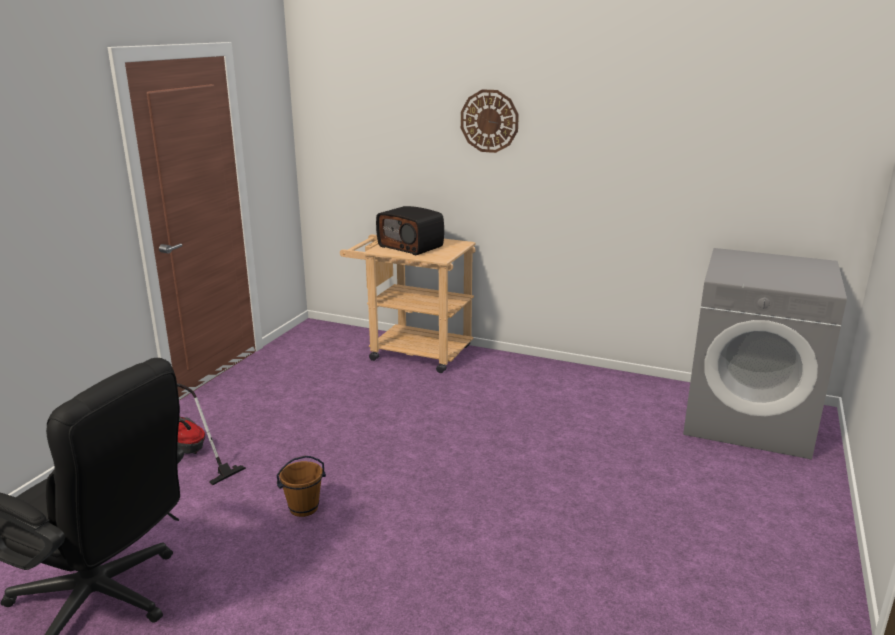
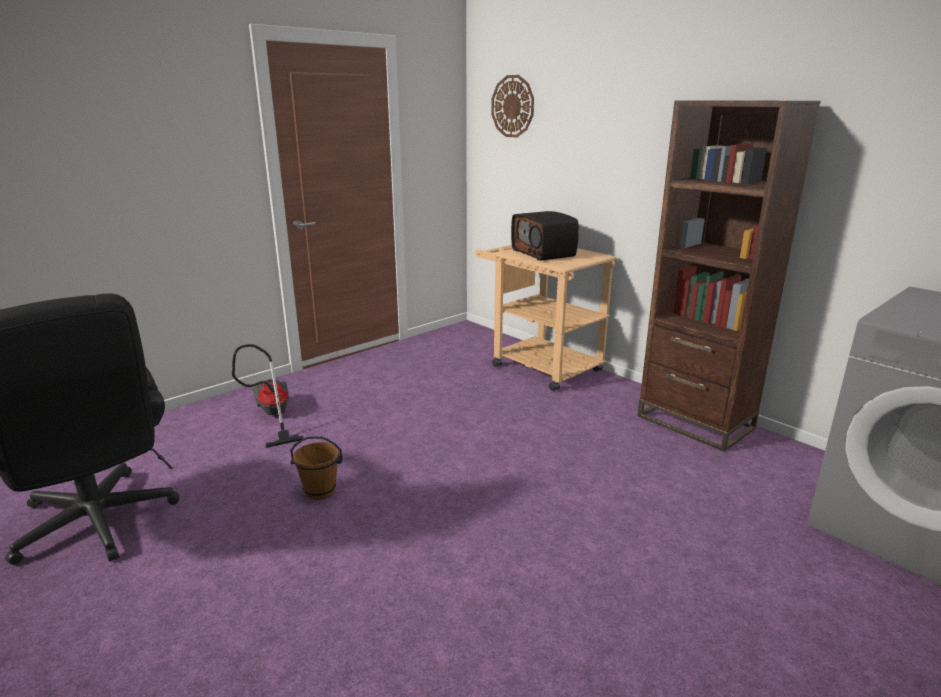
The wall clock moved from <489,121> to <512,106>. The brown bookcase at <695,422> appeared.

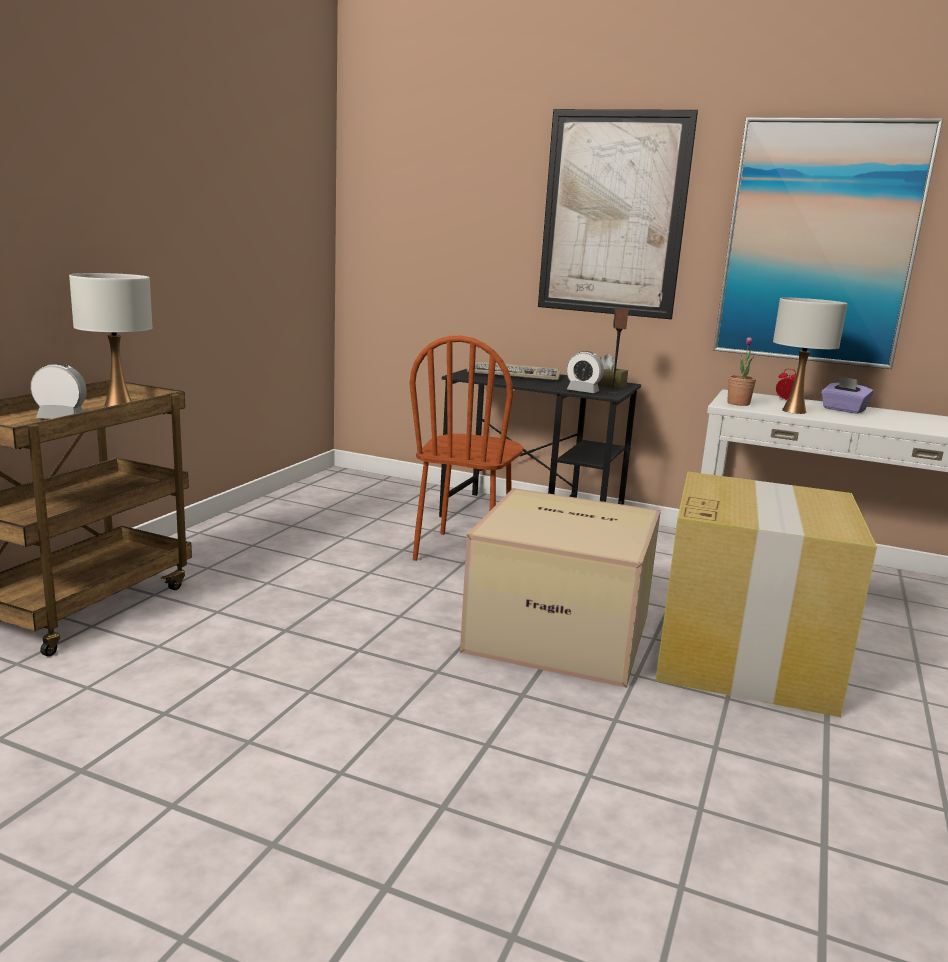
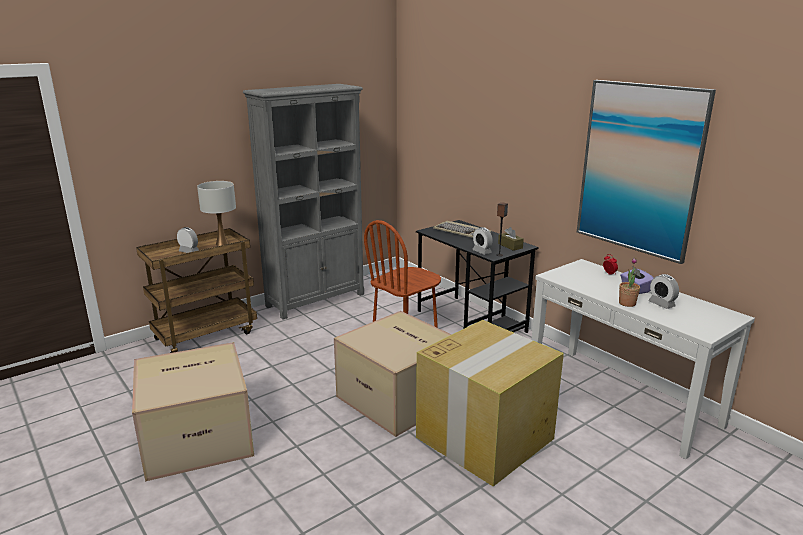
The picture at <613,214> disappeared. The white table lamp at <794,411> disappeared. The potted plant moved from <738,403> to <627,303>. The grey bookcase at <316,300> appeared. The alarm clock at <661,304> appeared. The cardboard box at <199,436> appeared.

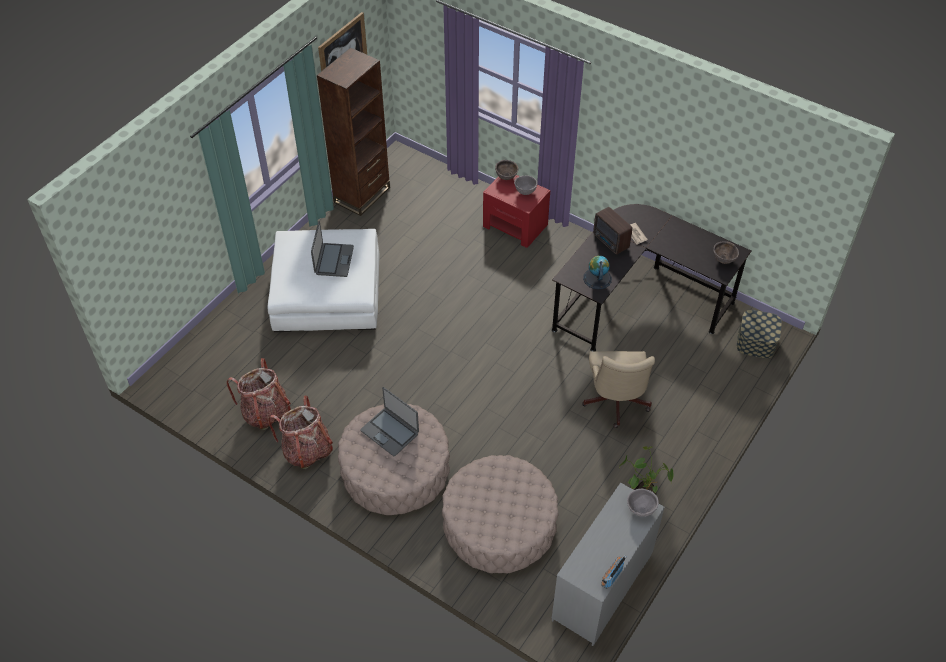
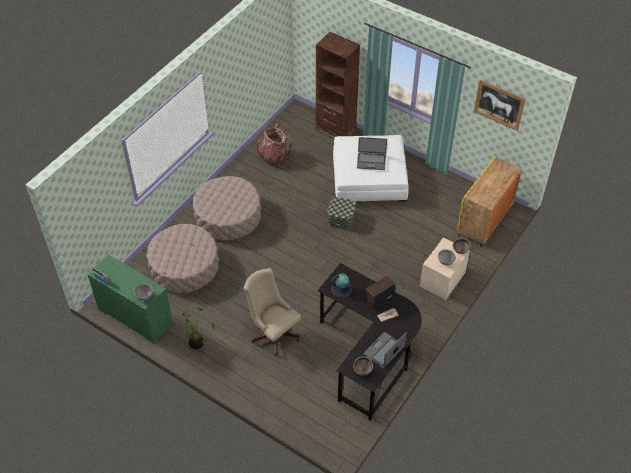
The brown bookcase moved from <362,195> to <335,129>. The red nightstand at <515,225> became the beige nightstand at <442,279>. The storage box moved from <756,342> to <341,218>. The beige office chair at <615,404> turned 45 degrees clockwise. The laptop moved from <390,432> to <384,351>. The backpack at <307,450> disappeared. The grey dresser at <603,588> became the green dresser at <135,317>. The yellow cabinet at <484,221> appeared.

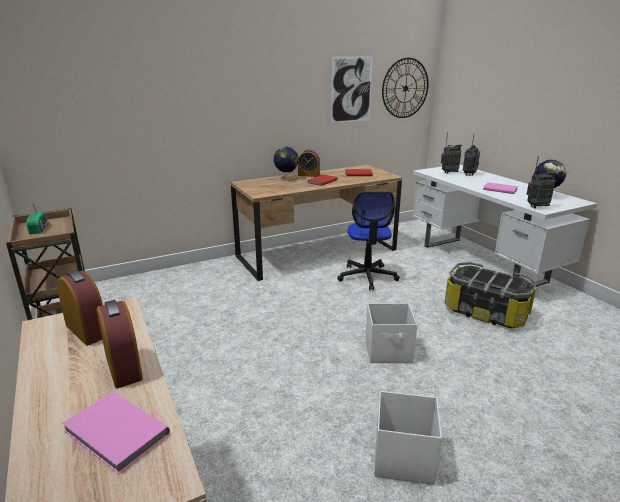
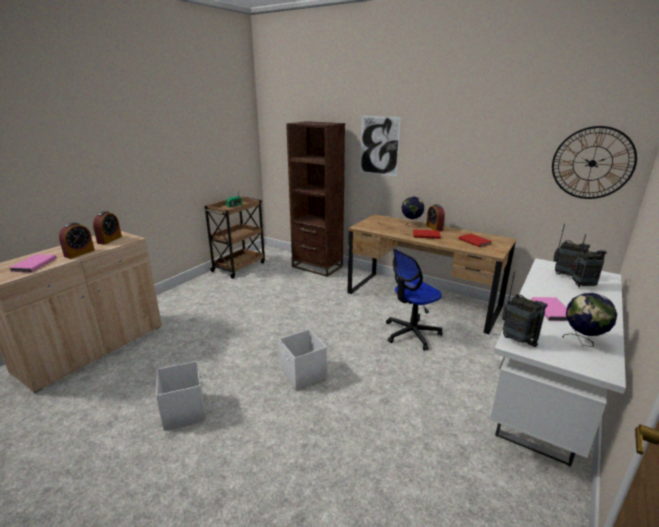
The picture moved from <351,89> to <379,146>. The storage box at <486,312> disappeared. The brown bookcase at <317,266> appeared.

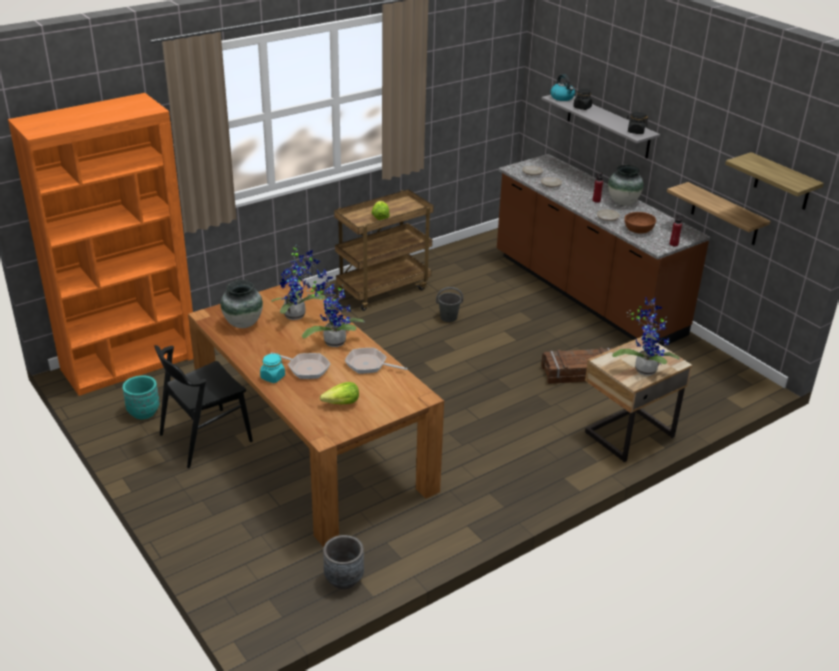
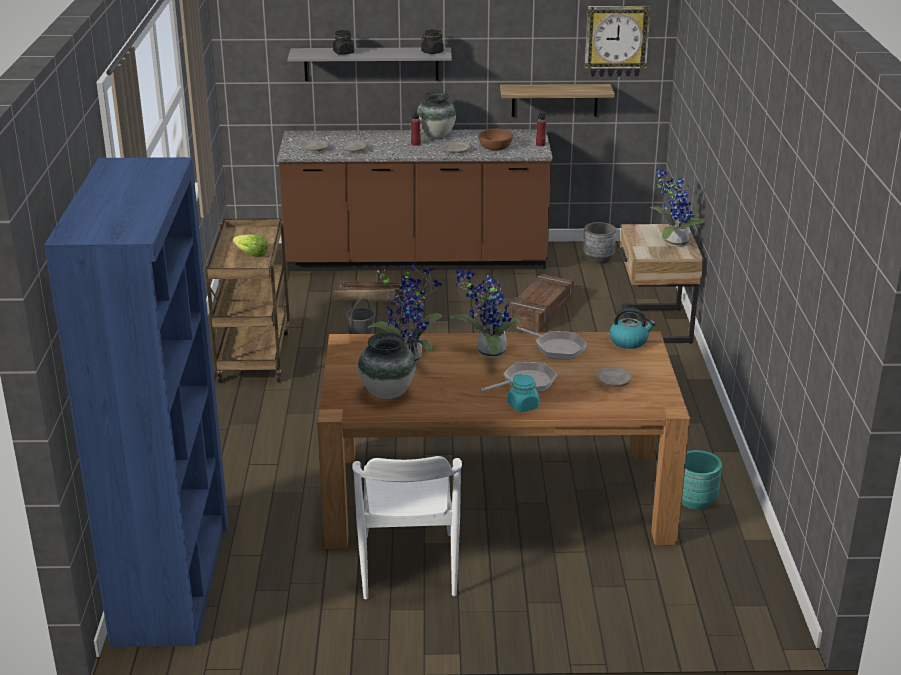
The kettle moved from <562,97> to <629,341>. The orange bookcase at <130,363> became the blue bookcase at <173,579>. The shelf at <782,182> was replaced by the wall clock at <616,40>. The black chair at <205,438> became the white chair at <408,566>. The frying pan at <369,365> turned 105 degrees counterclockwise. The turquoise planter moved from <143,412> to <695,500>. The lettuce at <341,403> was replaced by the beige plate at <614,382>. The grey planter moved from <344,579> to <598,259>. The crate at <370,297> appeared.

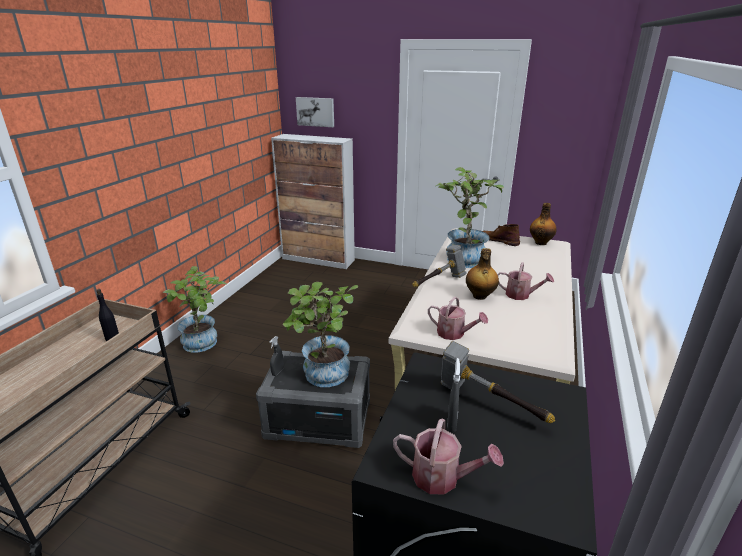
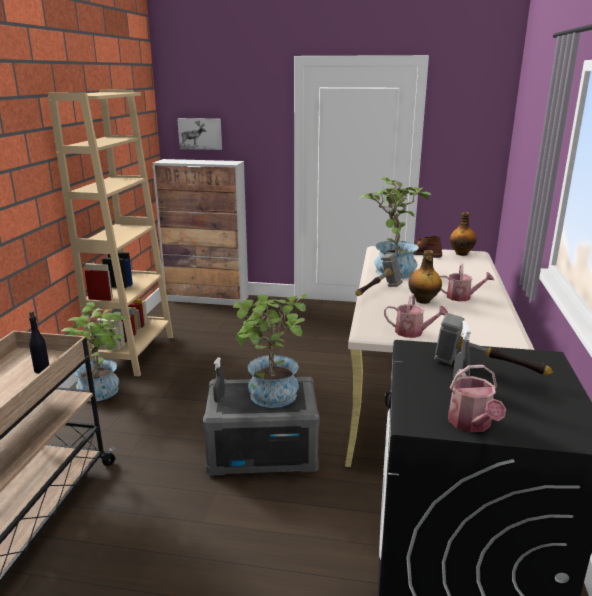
The watering can at <442,477> turned 75 degrees clockwise. The beige bookcase at <134,353> appeared.

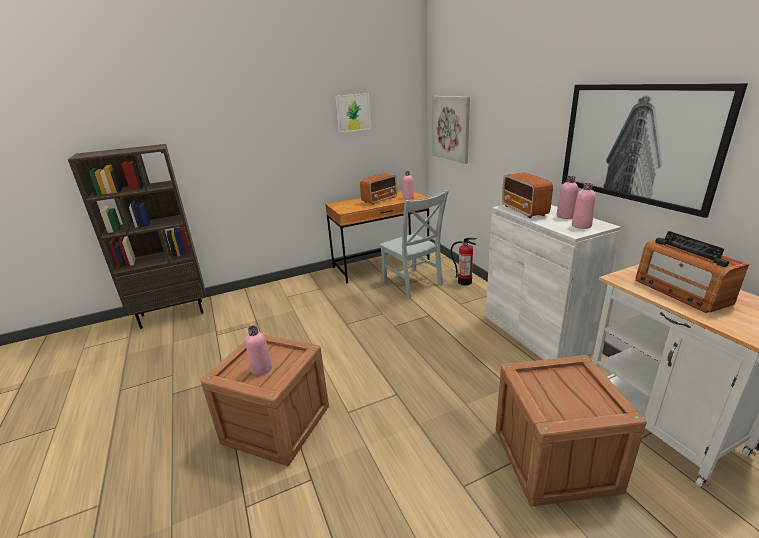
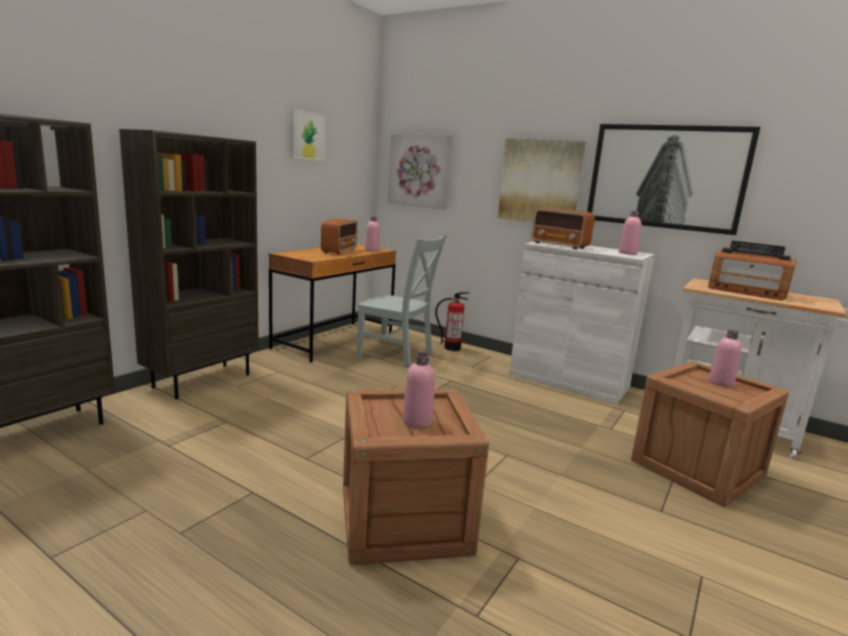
The pink bottle moved from <565,216> to <721,382>. The brown bookcase at <202,380> appeared. The picture at <540,181> appeared.

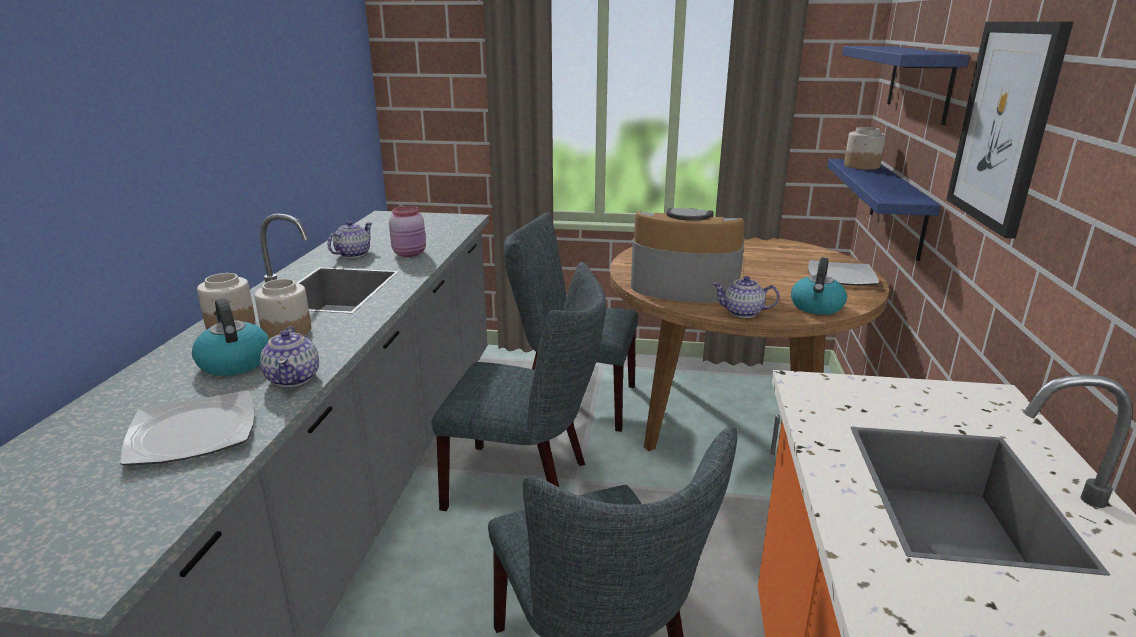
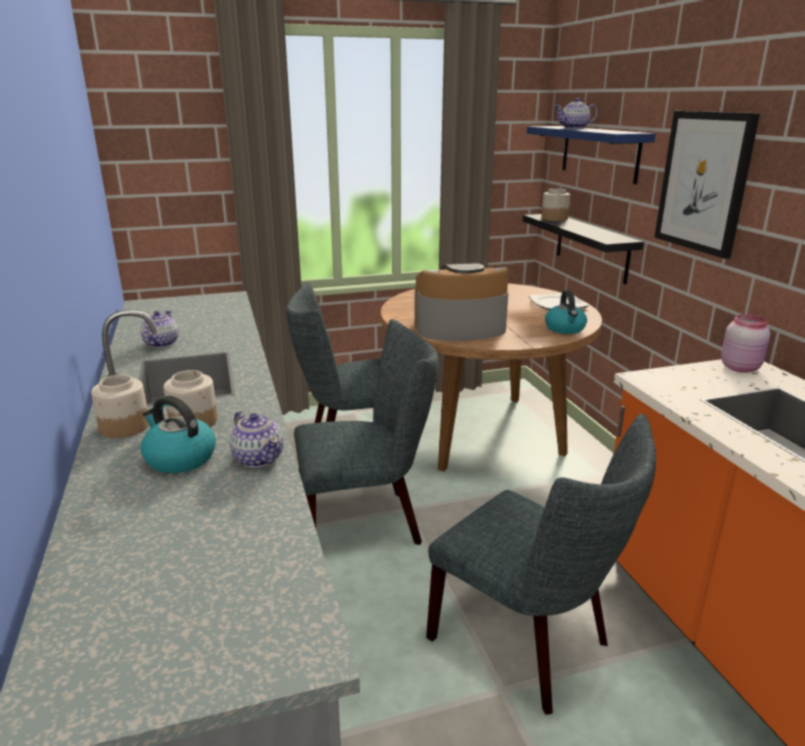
The blue shelf at <898,207> became the black shelf at <591,247>. The pink jar moved from <410,253> to <740,367>. The teapot moved from <743,313> to <574,128>. The plate at <194,432> disappeared.

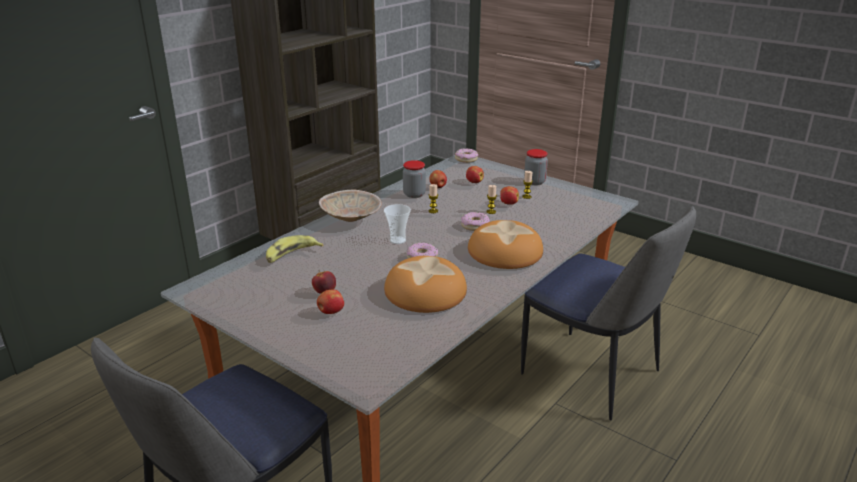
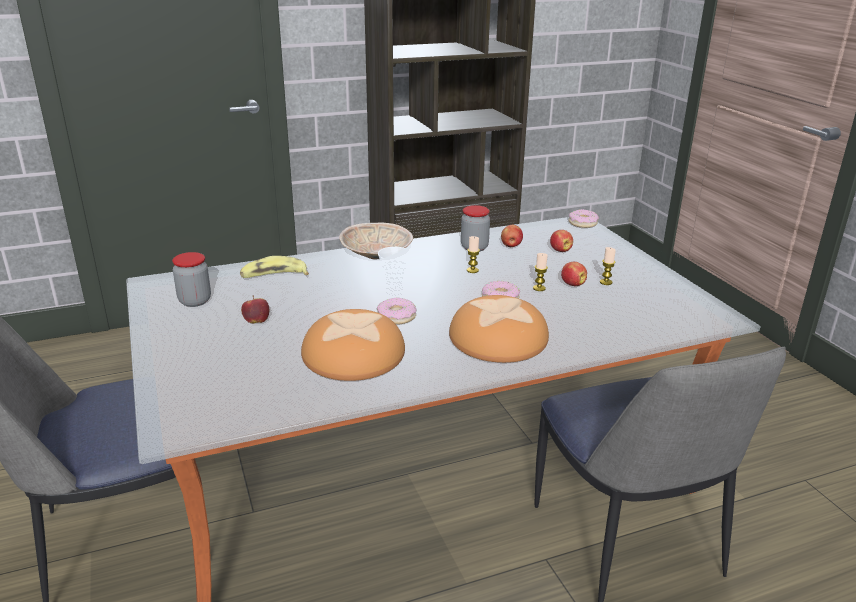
The jar moved from <534,182> to <195,301>. The apple at <330,312> disappeared.

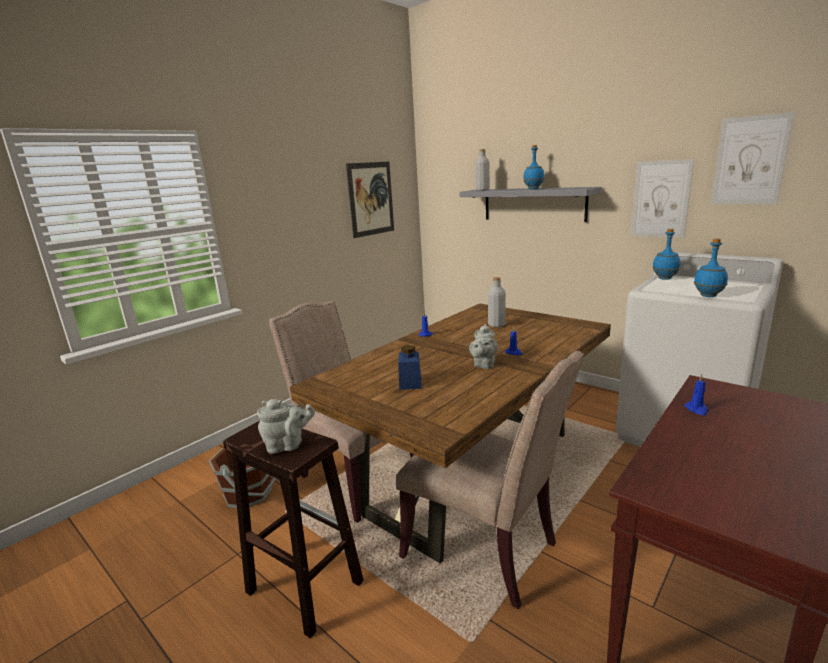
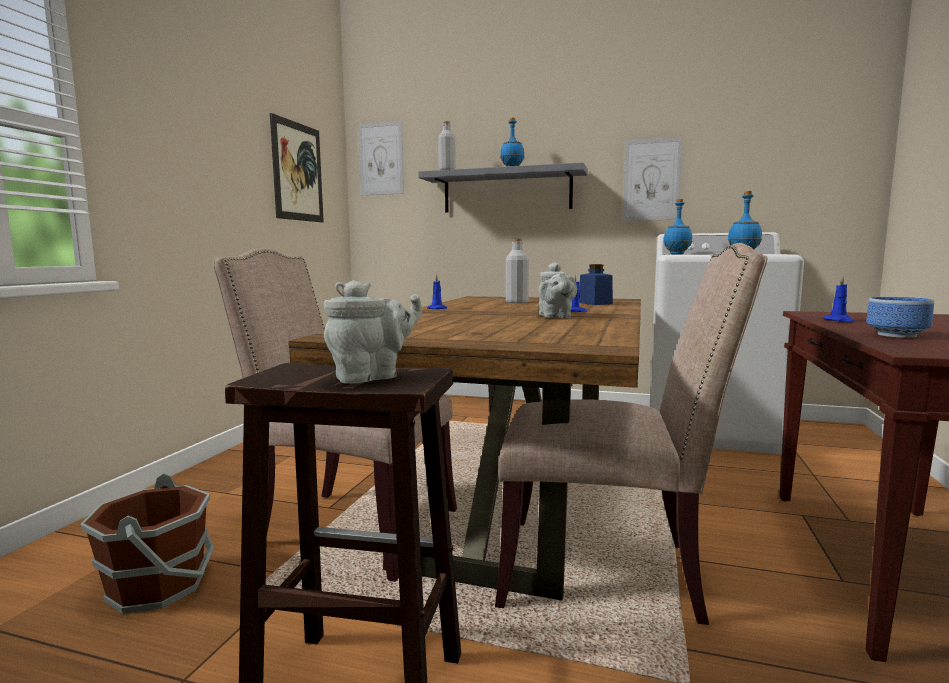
The picture moved from <750,160> to <381,159>. The blue jar moved from <410,383> to <595,303>. The bowl at <899,335> appeared.

